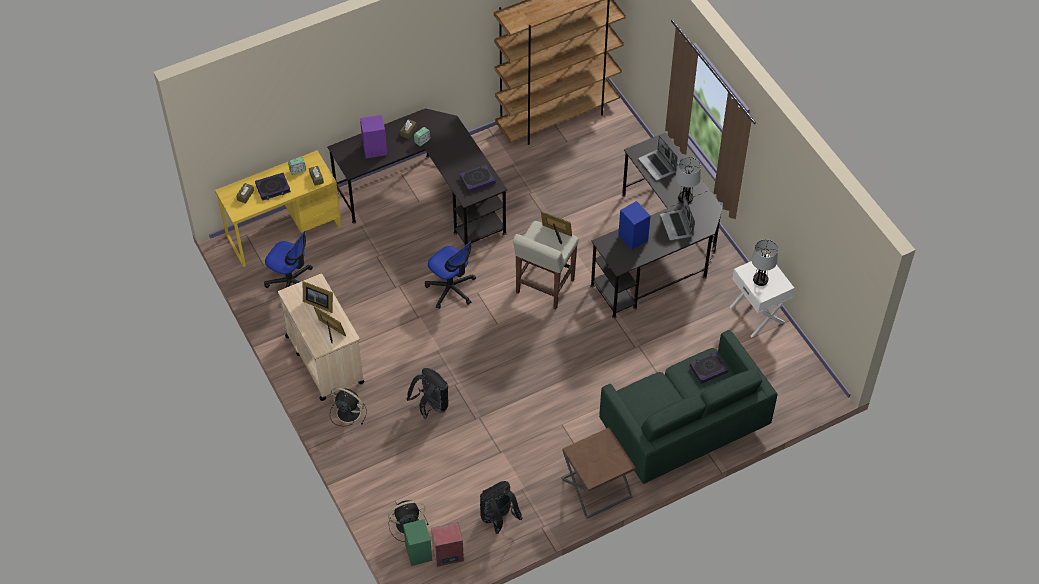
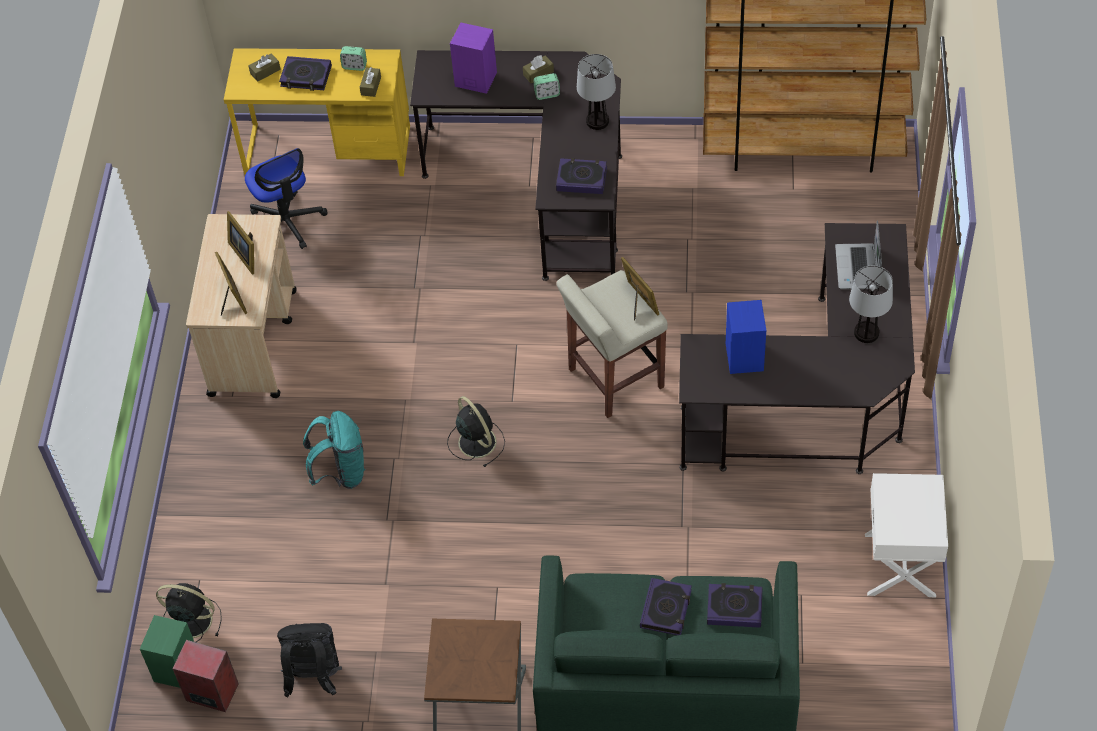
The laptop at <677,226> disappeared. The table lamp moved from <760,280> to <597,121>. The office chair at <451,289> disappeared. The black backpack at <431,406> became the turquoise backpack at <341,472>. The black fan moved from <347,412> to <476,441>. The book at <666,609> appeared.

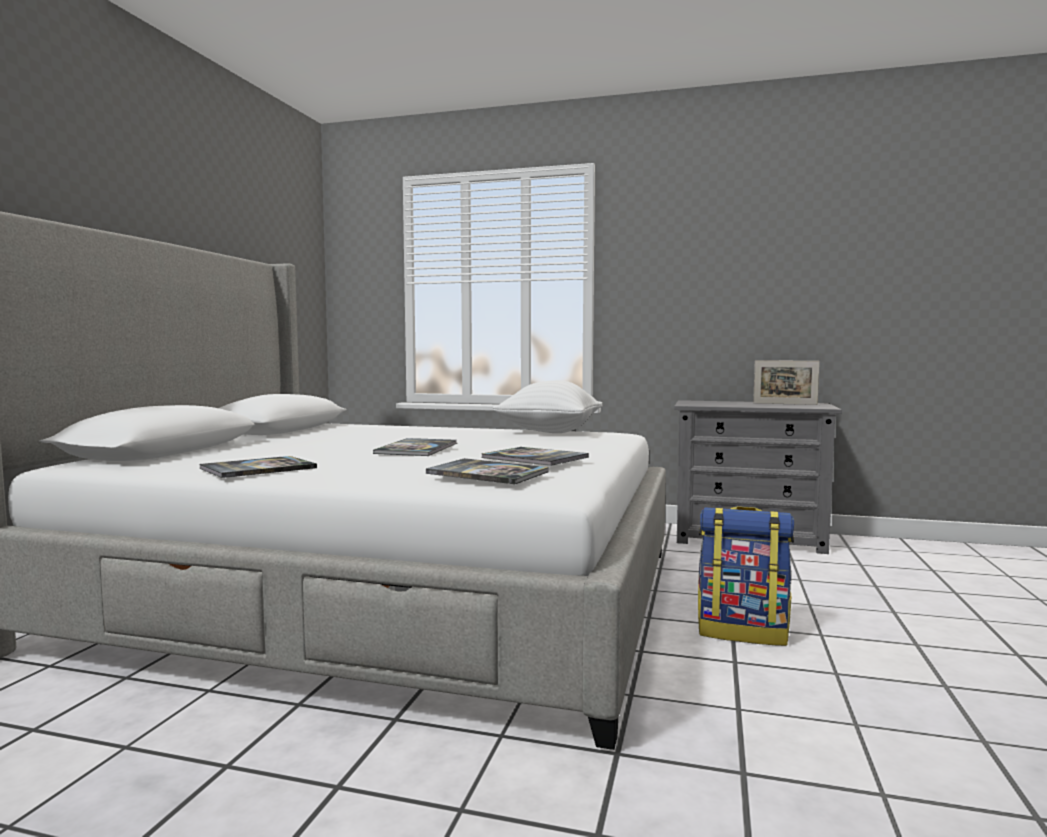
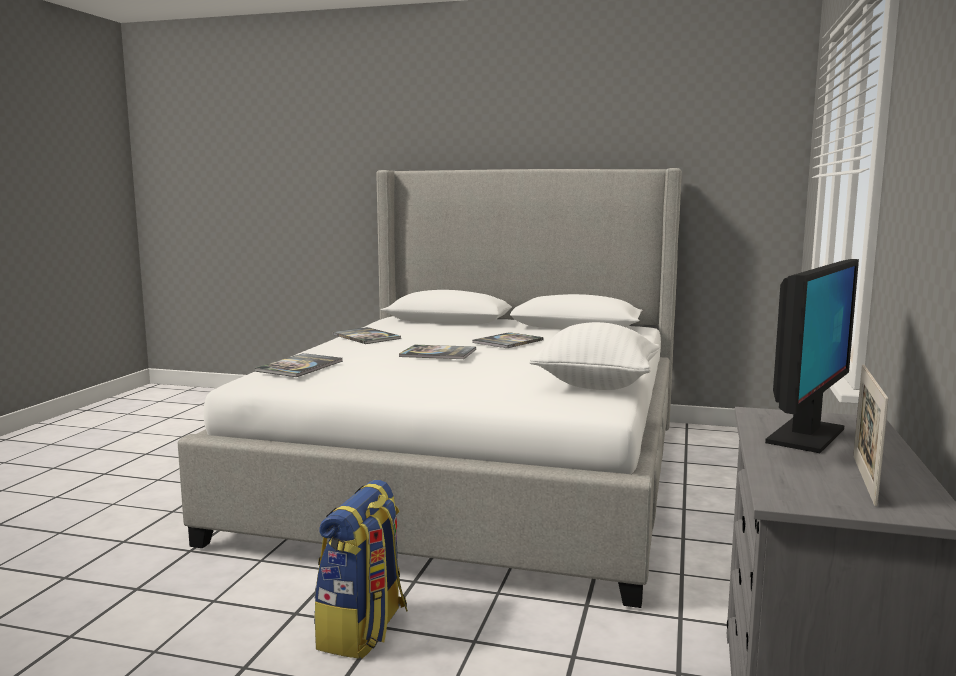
The book moved from <534,458> to <508,342>. The monitor at <805,436> appeared.

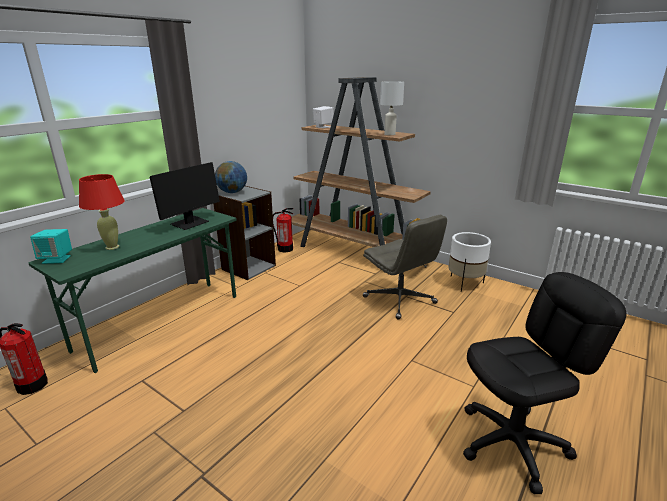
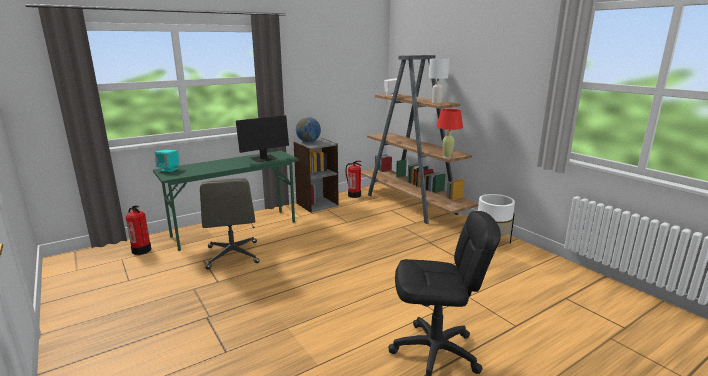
The red table lamp moved from <112,247> to <447,157>. The grey office chair moved from <400,300> to <233,255>.

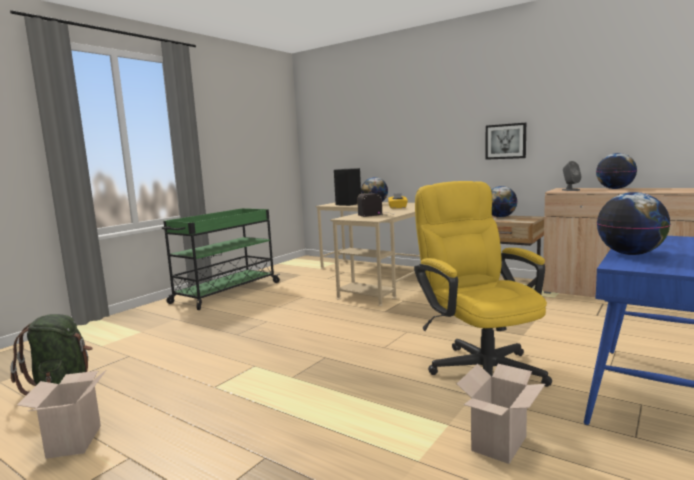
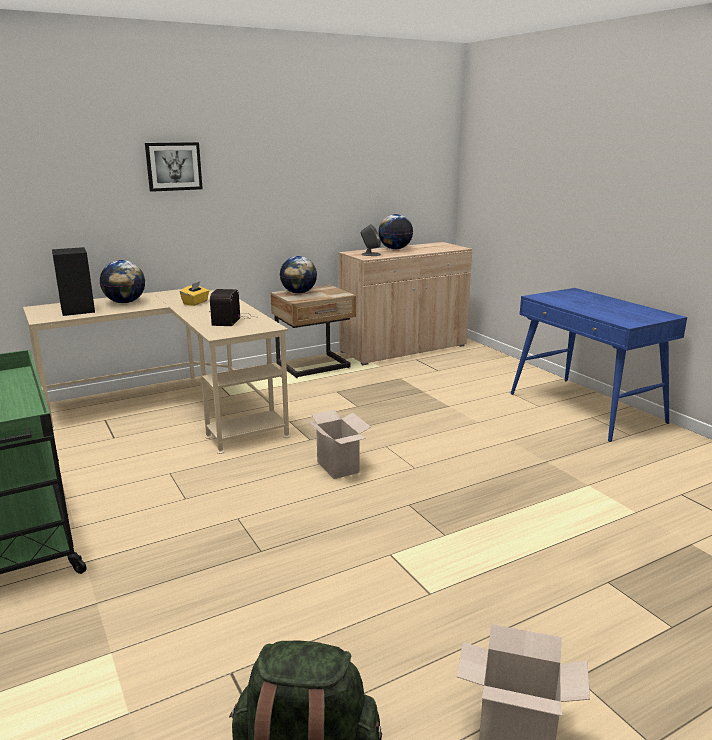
The picture moved from <505,141> to <173,166>. The yellow office chair at <480,365> disappeared. The globe at <631,254> disappeared. The cardboard box moved from <500,445> to <339,467>.

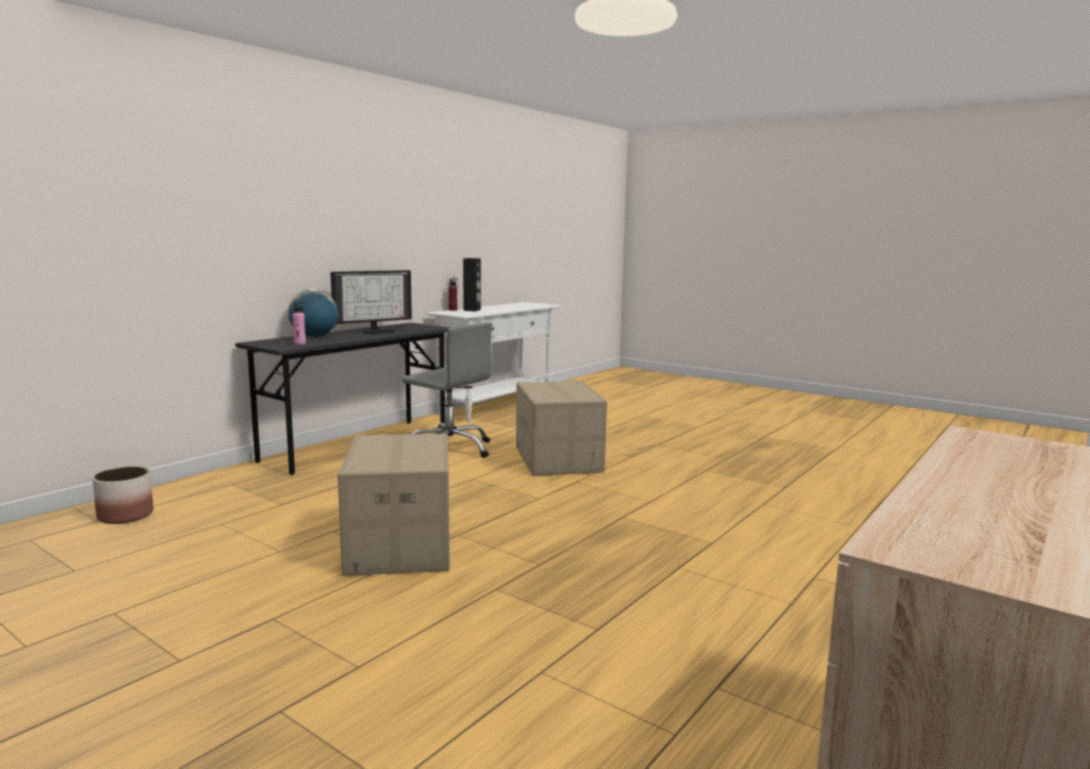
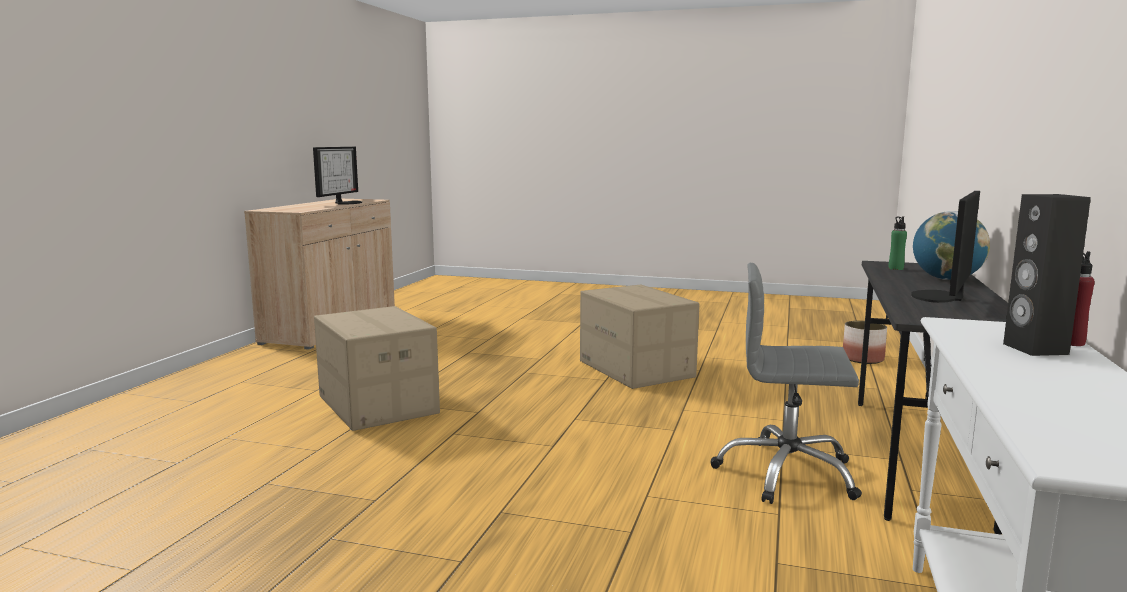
The pink bottle at <300,343> became the green bottle at <895,268>. The cardboard box moved from <559,459> to <376,405>. The monitor at <346,203> appeared.

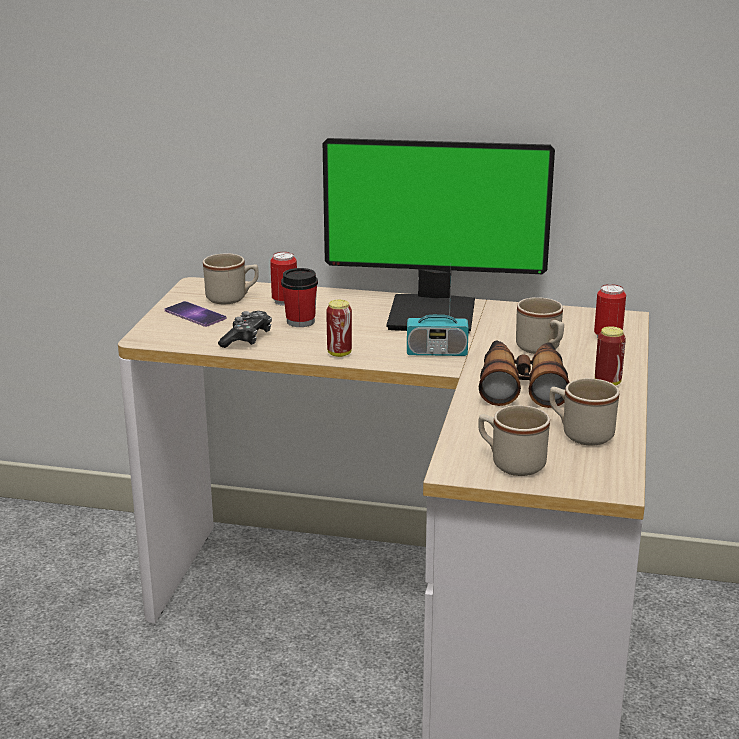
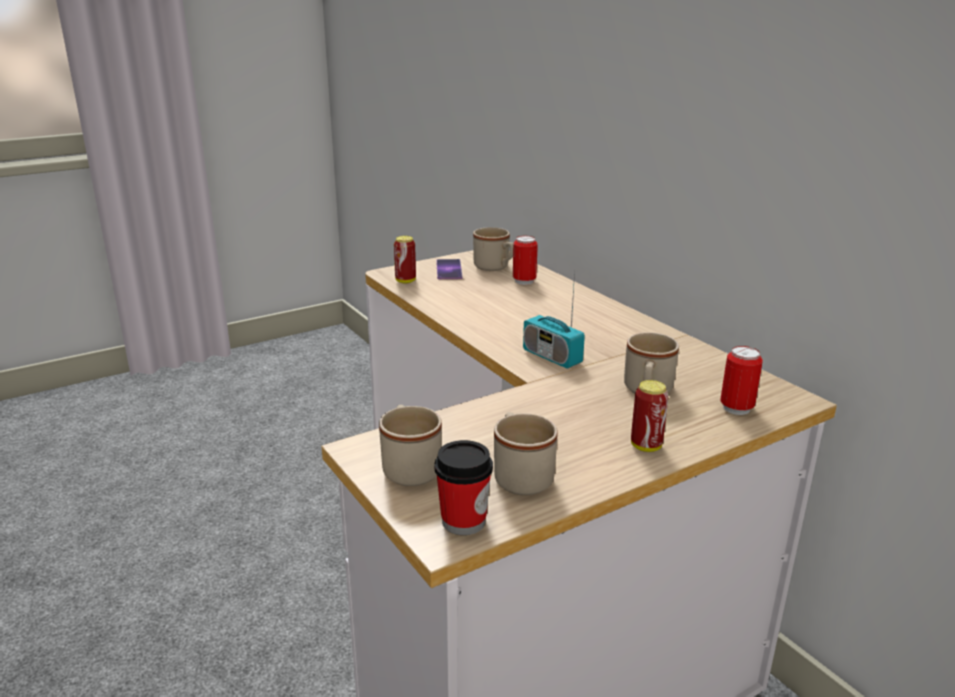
The monitor at <433,314> disappeared. The cup moved from <300,321> to <463,521>. The can moved from <339,353> to <405,281>. The game controller at <247,339> disappeared. The binoculars at <522,385> disappeared.

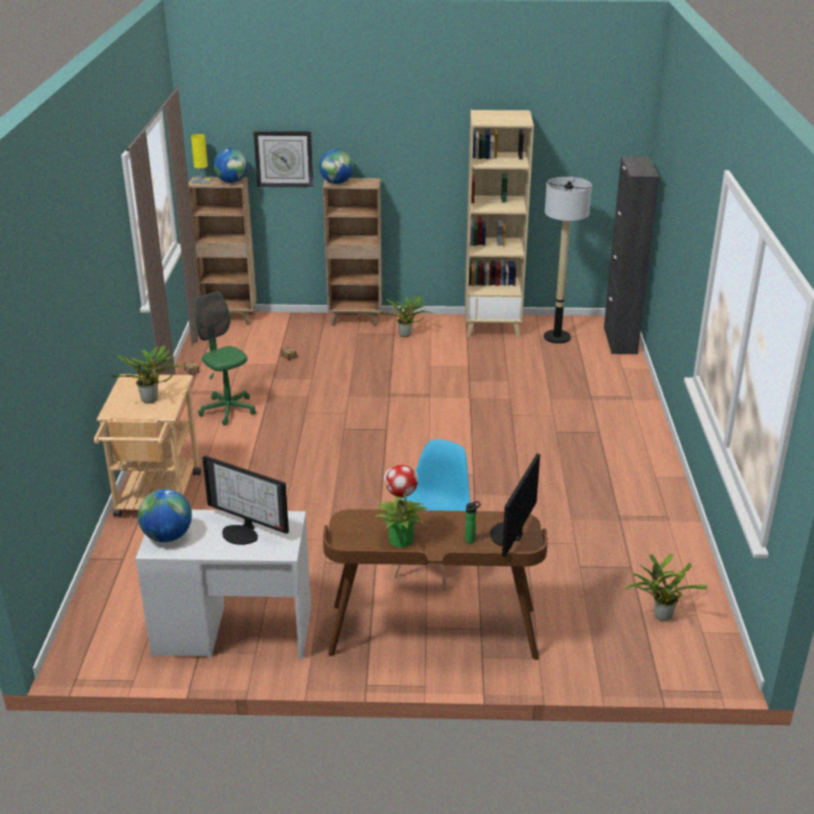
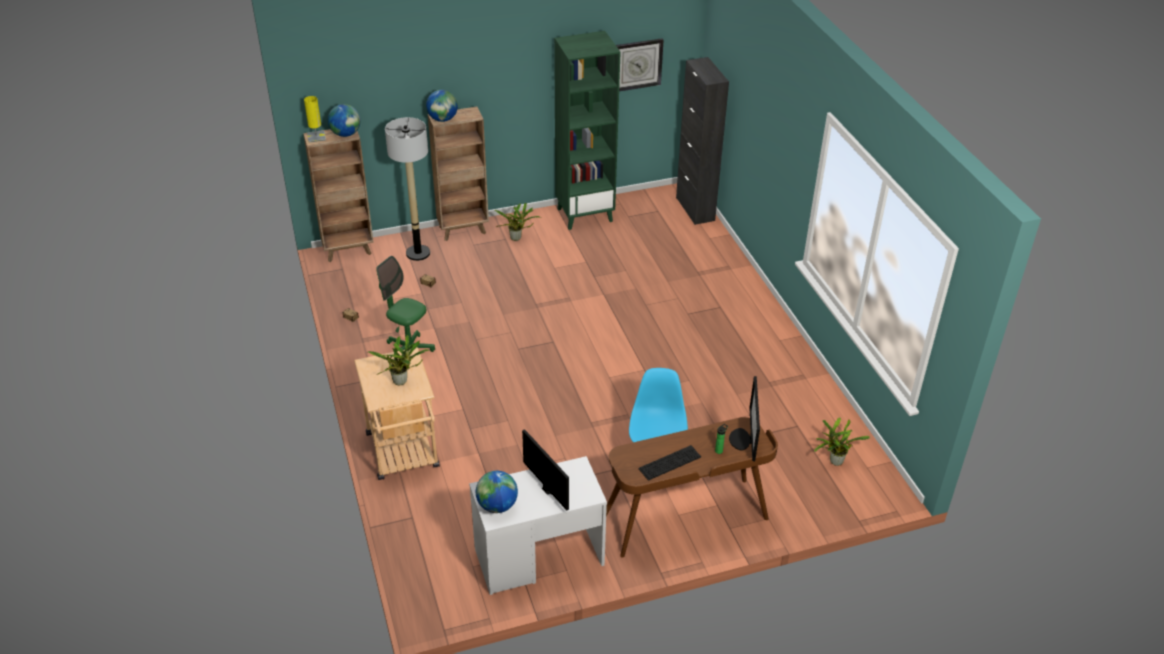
The beige bookcase at <492,327> became the green bookcase at <585,214>. The wall clock moved from <284,158> to <637,64>. The floor lamp moved from <557,337> to <418,253>. The monitor at <243,532> turned 135 degrees counterclockwise. The potted plant at <400,539> was replaced by the keyboard at <670,463>.

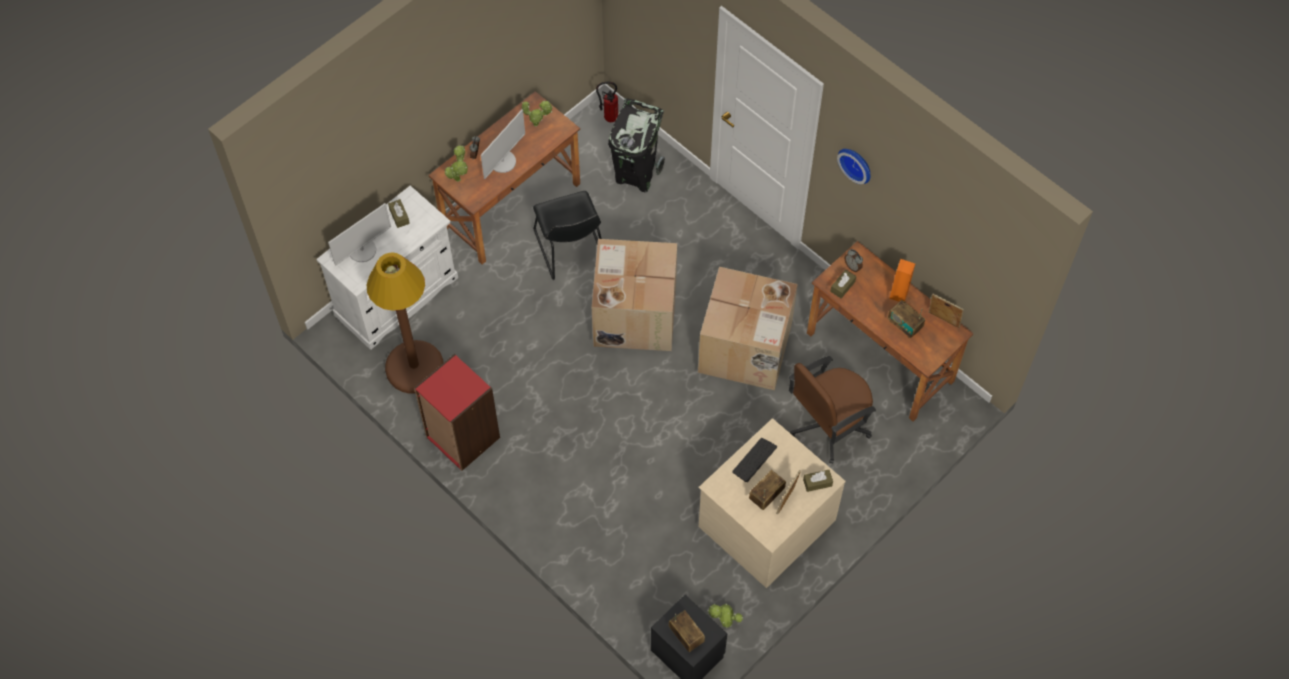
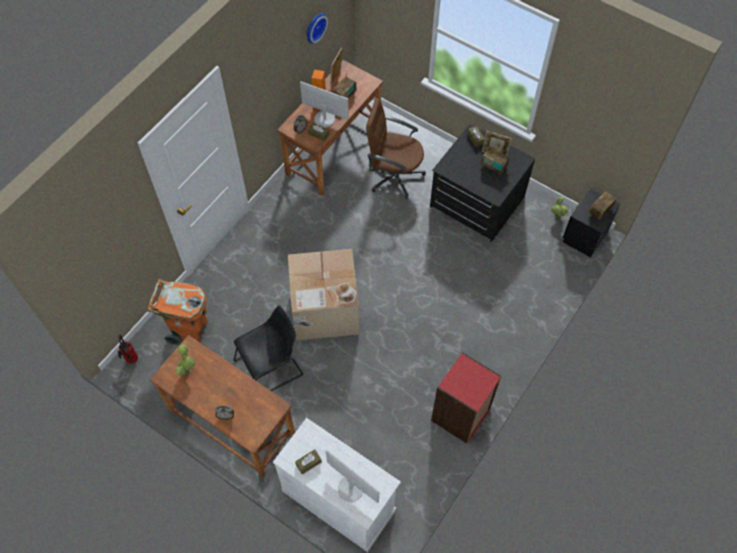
The black trash can at <636,174> became the orange trash can at <190,330>. The monitor moved from <502,161> to <324,119>. The potted plant at <458,177> disappeared. The wall clock moved from <856,163> to <314,27>. The brown floor lamp at <414,367> disappeared. The cardboard box at <746,349> disappeared. The brown office chair at <827,425> turned 150 degrees clockwise. The beige dresser at <765,521> became the black dresser at <476,203>. The keyboard at <754,460> disappeared.

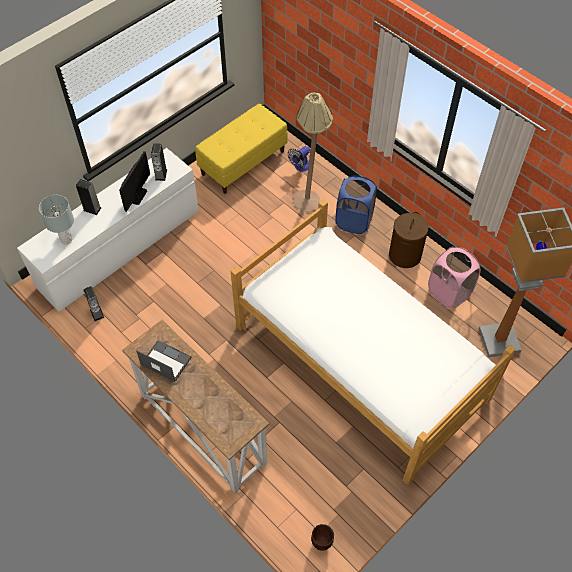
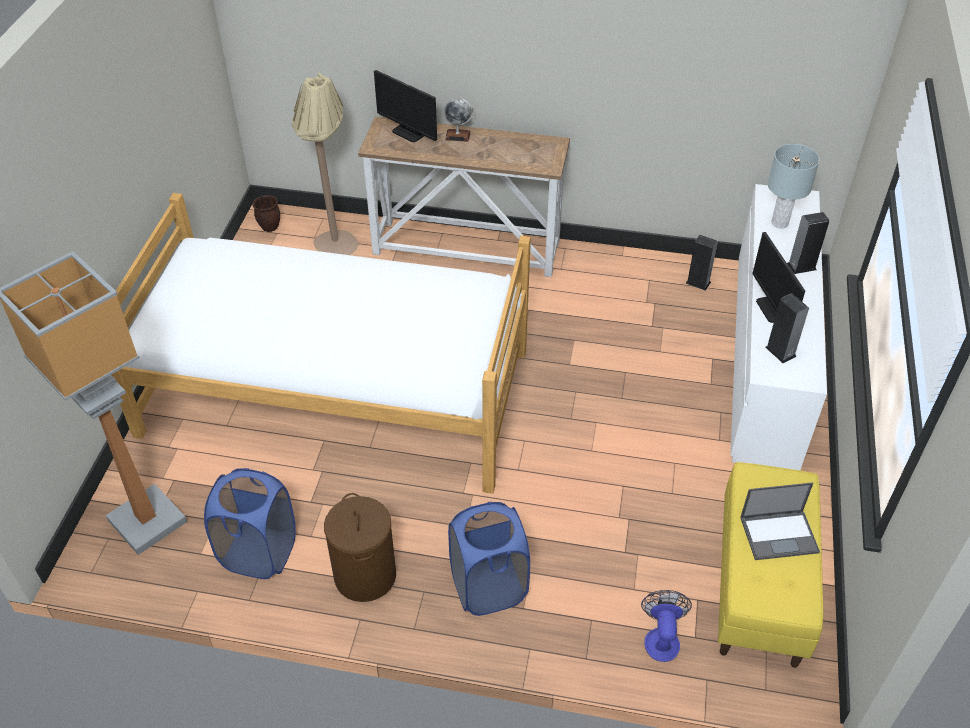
The beige floor lamp moved from <310,196> to <335,251>. The pink laundry basket at <449,292> became the blue laundry basket at <259,553>. The laptop moved from <165,361> to <779,534>. The monitor at <409,132> appeared. The globe at <458,136> appeared.

